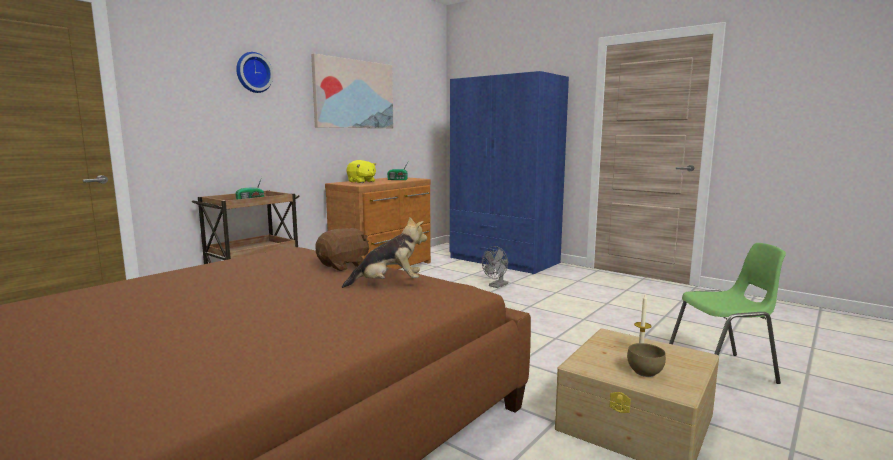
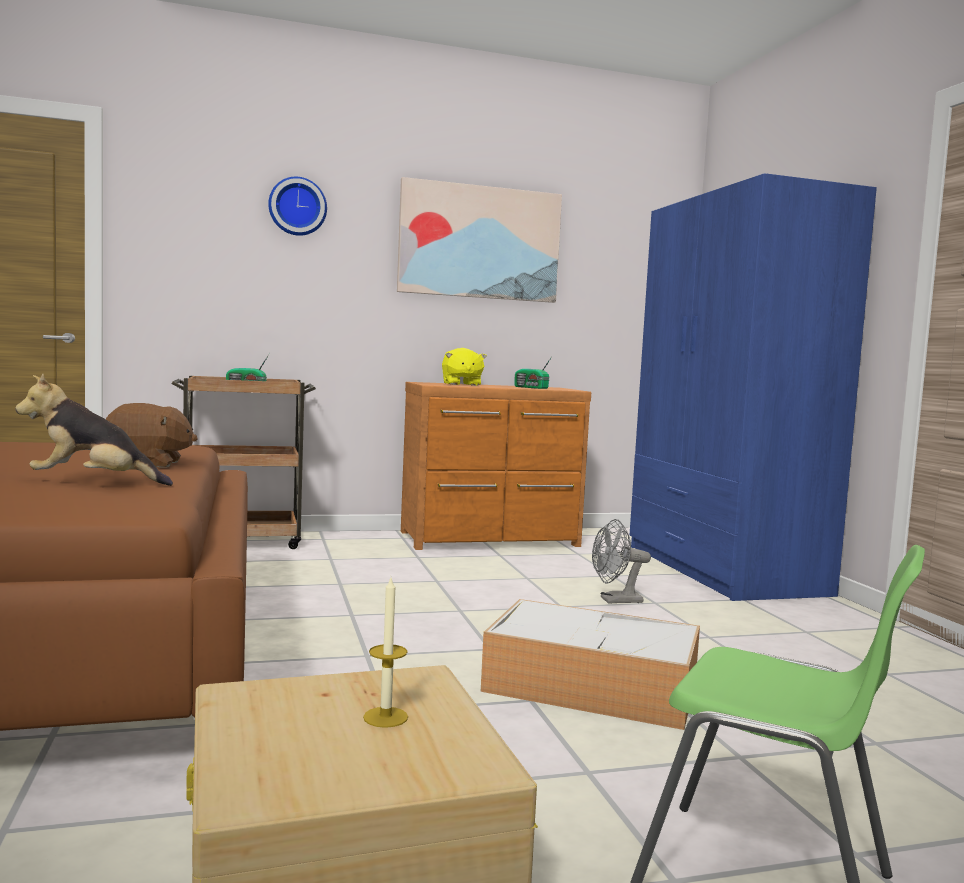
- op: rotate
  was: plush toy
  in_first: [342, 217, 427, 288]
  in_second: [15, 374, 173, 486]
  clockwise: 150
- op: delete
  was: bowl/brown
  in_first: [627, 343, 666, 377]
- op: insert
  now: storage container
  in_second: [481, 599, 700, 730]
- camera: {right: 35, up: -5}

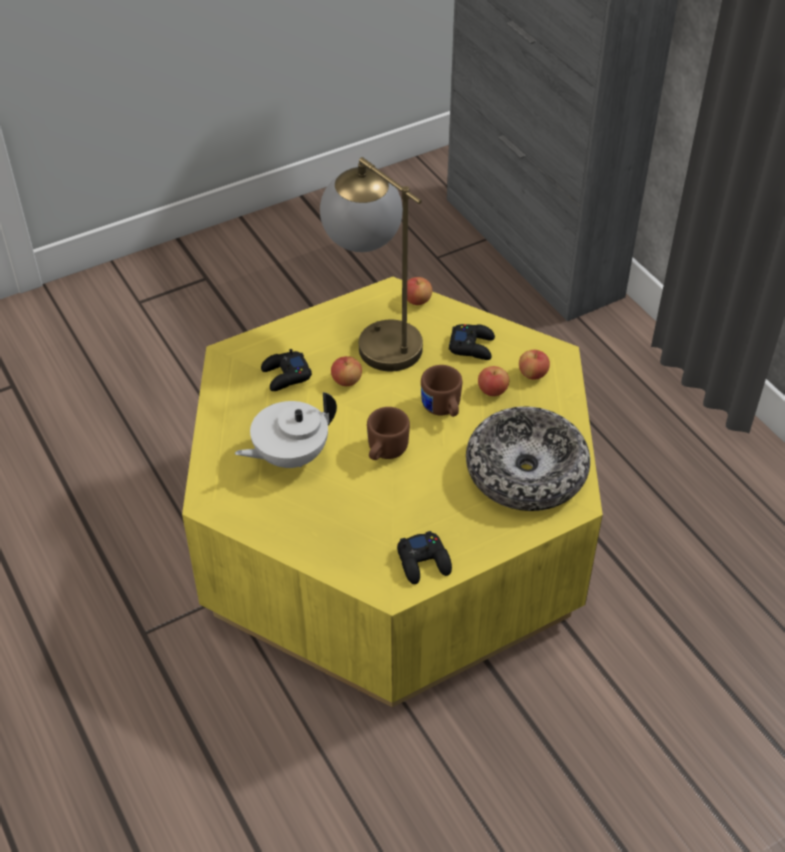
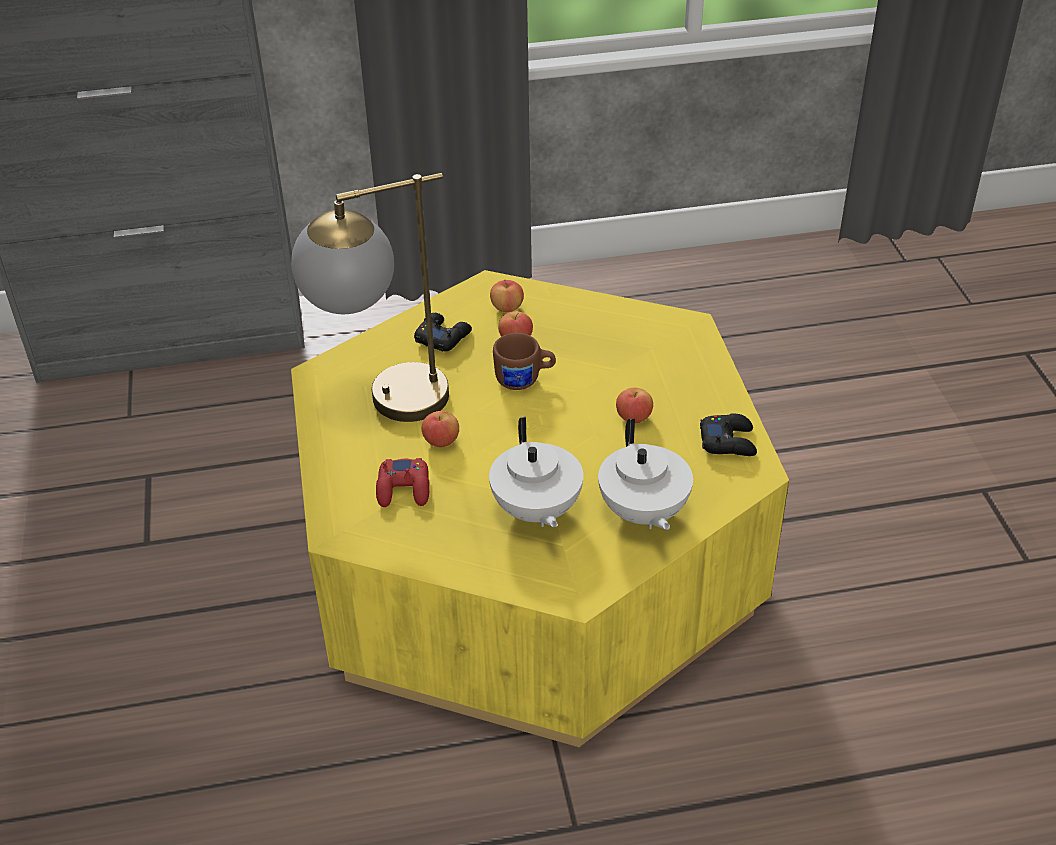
- op: recolor
  was: gamepad/black-coloured
  now: gamepad/red
  in_first: [261, 349, 312, 391]
  in_second: [376, 458, 430, 507]
- op: delete
  was: mug/brown
  in_first: [367, 407, 410, 460]
- op: move
  was: apple
  in_first: [407, 277, 432, 305]
  in_second: [616, 388, 653, 423]
- op: delete
  was: bowl
  in_first: [466, 406, 590, 511]
- op: insert
  now: tea pot/whitish
  in_second: [598, 418, 693, 530]
- camera: {right: -70, up: -5}

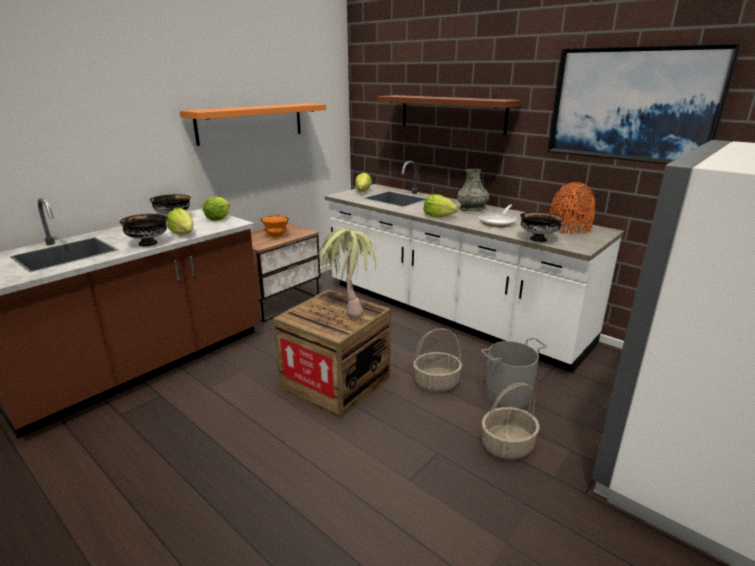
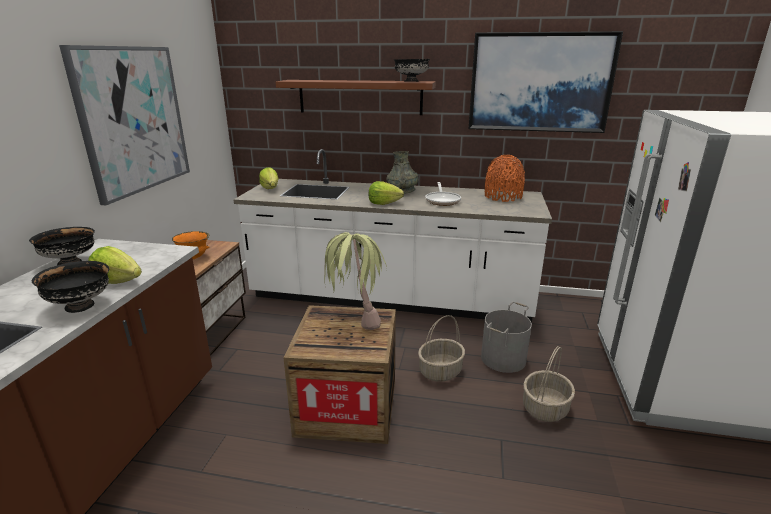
- op: replace
  was: bracket shelf/orangey
  now: picture
  in_first: [180, 103, 326, 146]
  in_second: [59, 45, 190, 205]
- op: delete
  was: lettuce
  in_first: [203, 197, 230, 221]
- op: move
  was: bowl/black-coloured
  in_first: [520, 212, 564, 242]
  in_second: [394, 59, 430, 82]
- camera: {right: -30, up: 0}

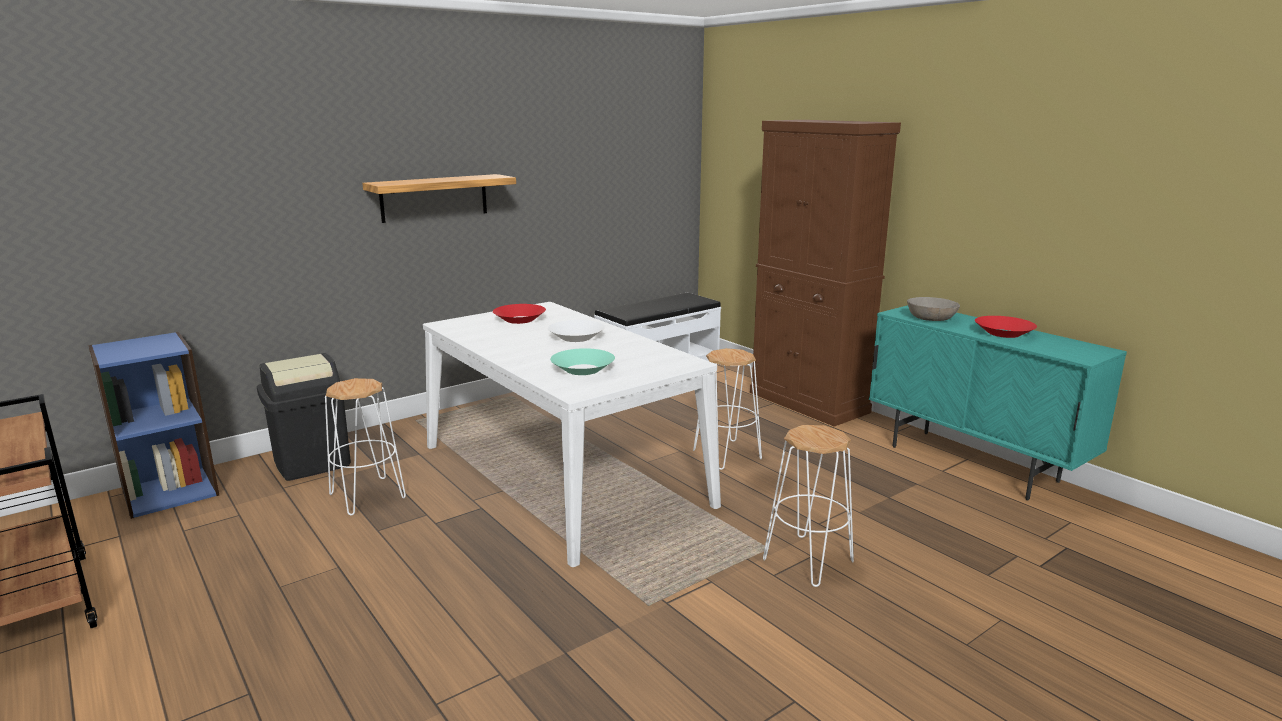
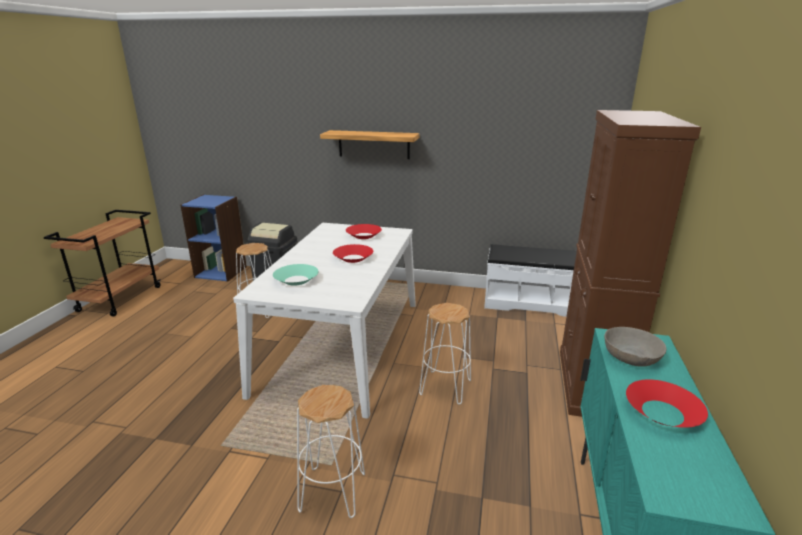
- op: recolor
  was: bowl/whitish
  now: bowl/red
  in_first: [548, 320, 605, 342]
  in_second: [333, 244, 373, 263]
- camera: {right: 50, up: 5}

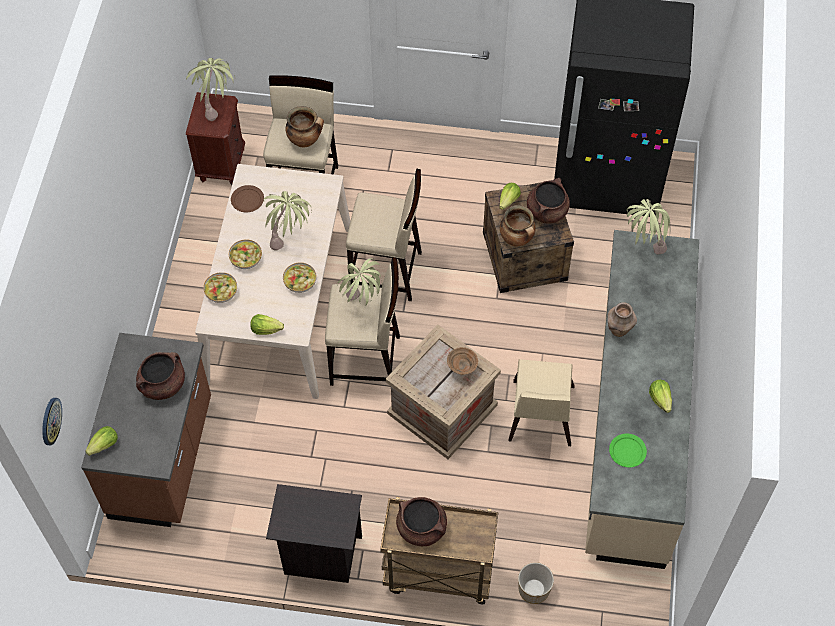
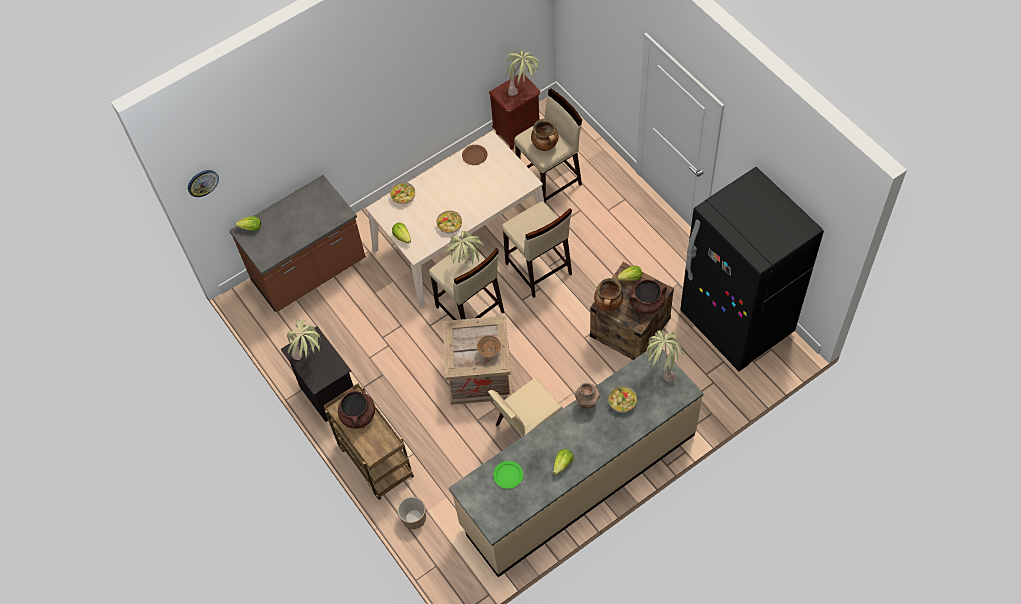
- op: delete
  was: saucepot/brown
  in_first: [136, 352, 185, 400]
- op: move
  was: bowl
  in_first: [229, 239, 262, 269]
  in_second: [608, 386, 637, 413]
- op: move
  was: potted plant
  in_first: [264, 191, 312, 251]
  in_second: [287, 320, 320, 360]
- camera: {right: 50, up: 0}

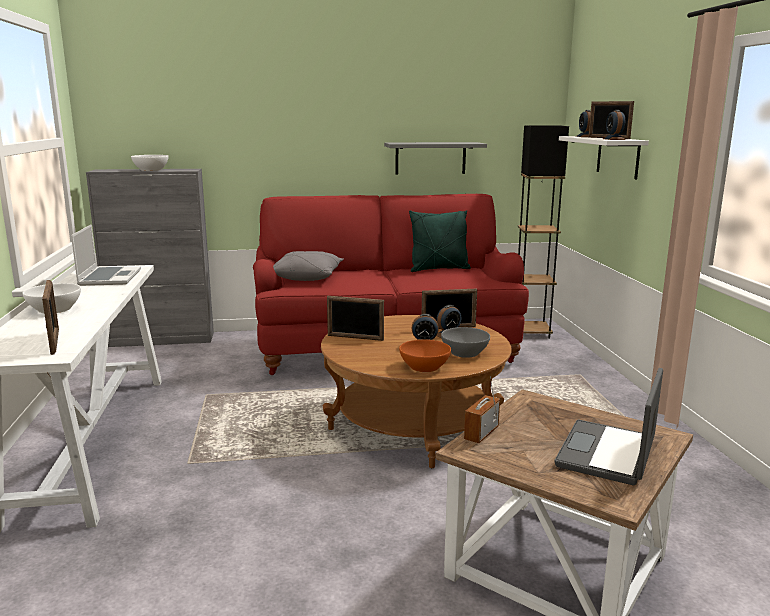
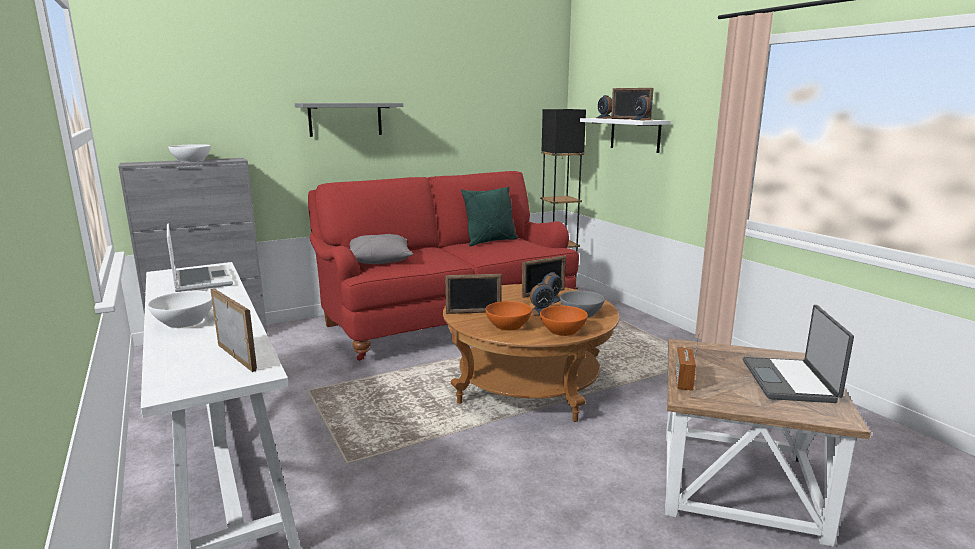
- op: move
  was: bracket shelf/gray
  in_first: [384, 142, 487, 174]
  in_second: [295, 103, 403, 137]
- op: insert
  now: bowl/orangey
  in_second: [485, 301, 532, 331]
- camera: {right: -20, up: 0}

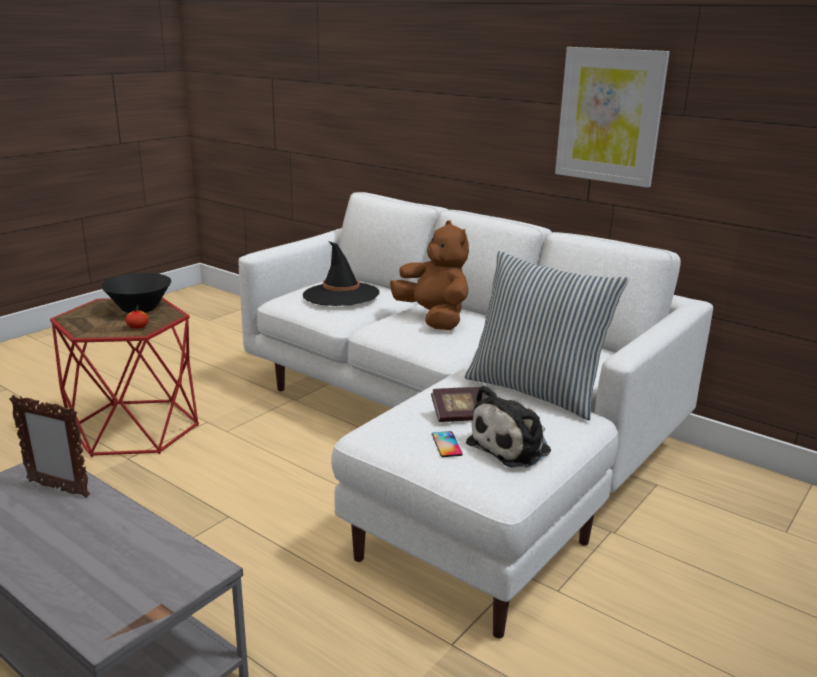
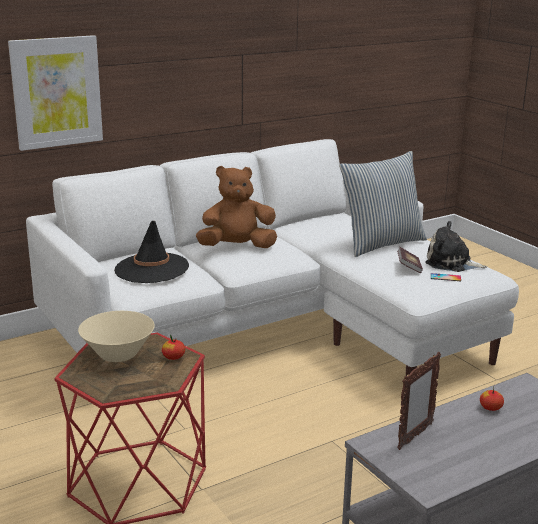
- op: recolor
  was: bowl/black-coloured
  now: bowl/beige-coloured
  in_first: [101, 273, 171, 313]
  in_second: [78, 311, 155, 362]
- op: rotate
  was: plush toy
  in_first: [466, 385, 551, 468]
  in_second: [425, 221, 487, 272]
  clockwise: 135
- op: move
  was: picture
  in_first: [555, 47, 670, 188]
  in_second: [8, 35, 103, 151]
- op: insert
  now: apple
  in_second: [480, 387, 504, 411]
- camera: {right: -70, up: 0}

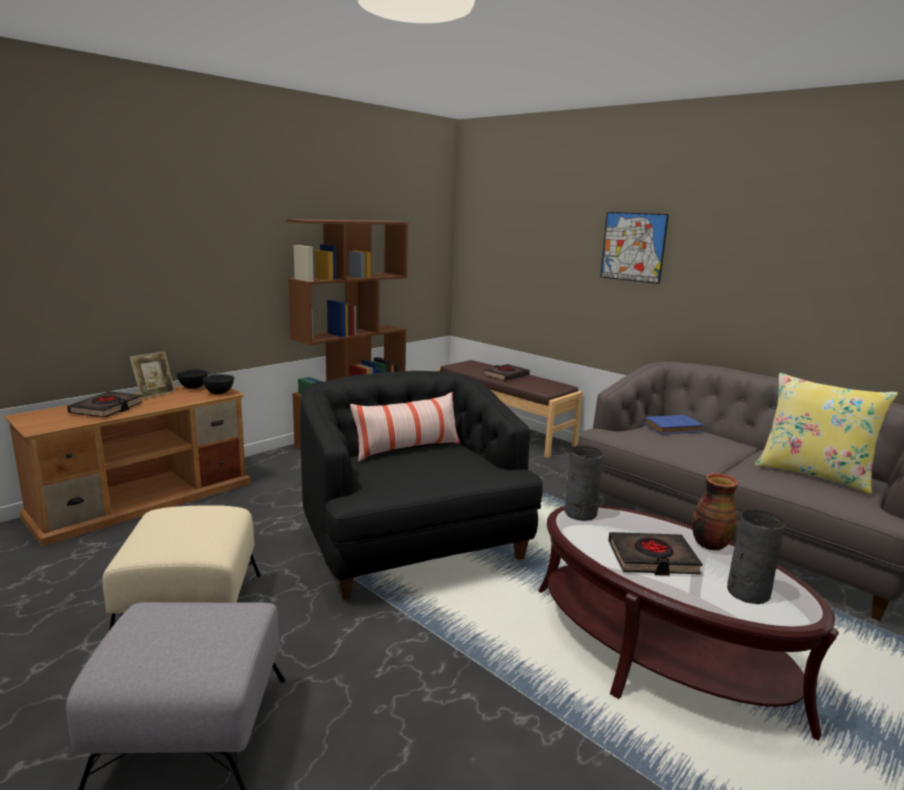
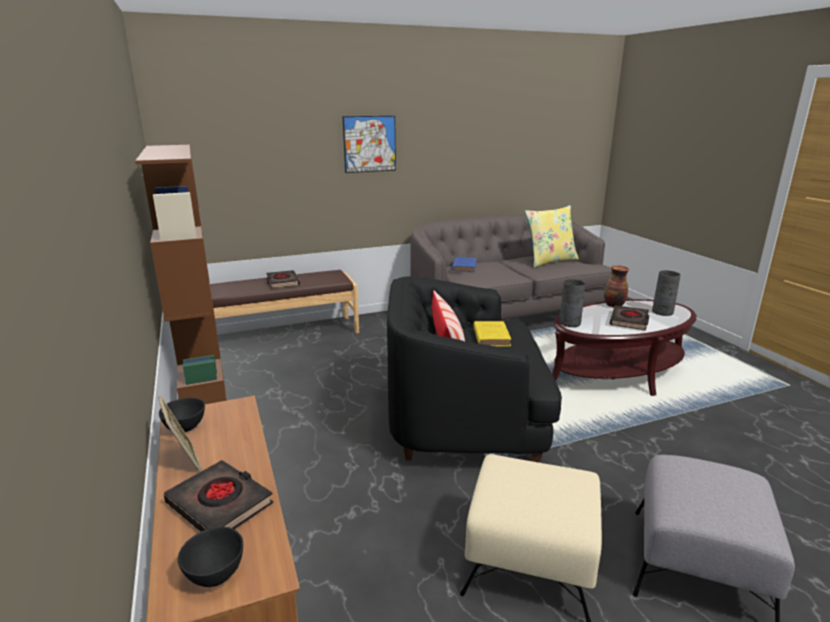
- op: move
  was: bowl/black-coloured
  in_first: [203, 374, 234, 394]
  in_second: [178, 527, 243, 587]
- op: insert
  now: book/yellow
  in_second: [473, 321, 511, 346]
- camera: {right: -65, up: 5}

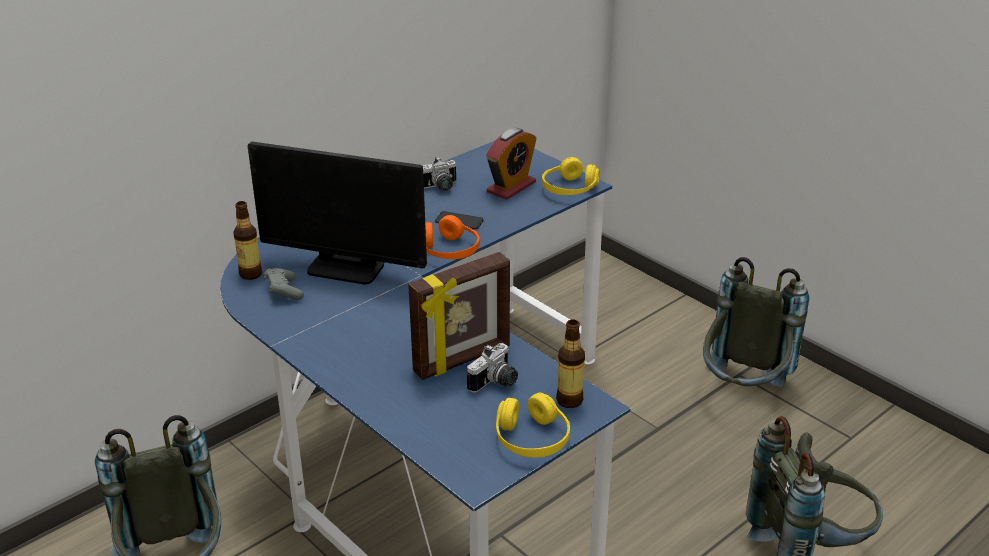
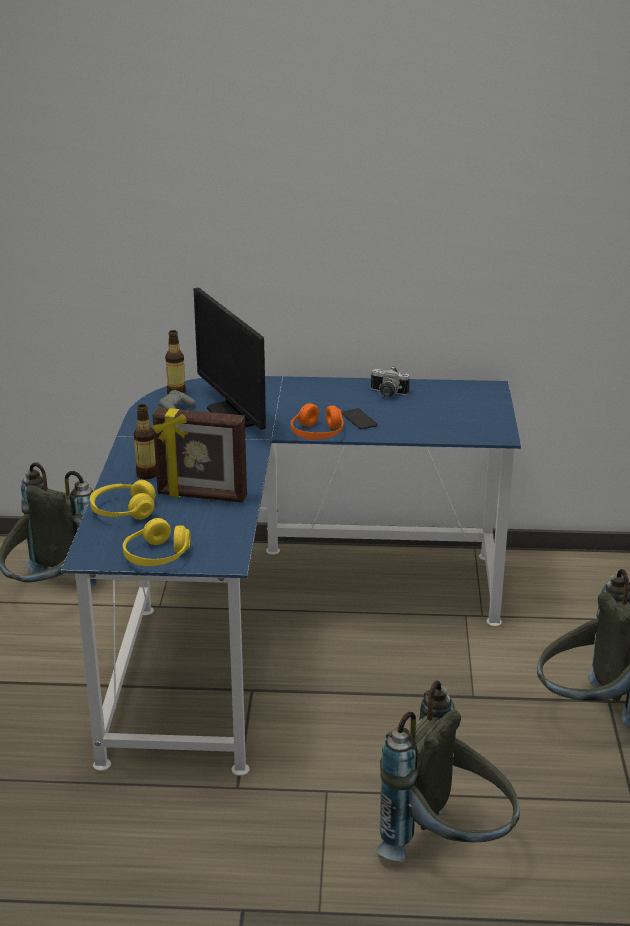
- op: delete
  was: still camera
  in_first: [467, 343, 518, 393]
- op: delete
  was: bedside clock
  in_first: [486, 128, 537, 200]
- op: move
  was: headphones/yellow
  in_first: [542, 157, 599, 195]
  in_second: [90, 480, 156, 520]
- op: move
  was: beverage bottle
  in_first: [556, 319, 585, 408]
  in_second: [134, 404, 156, 479]
- camera: {right: 45, up: -5}

